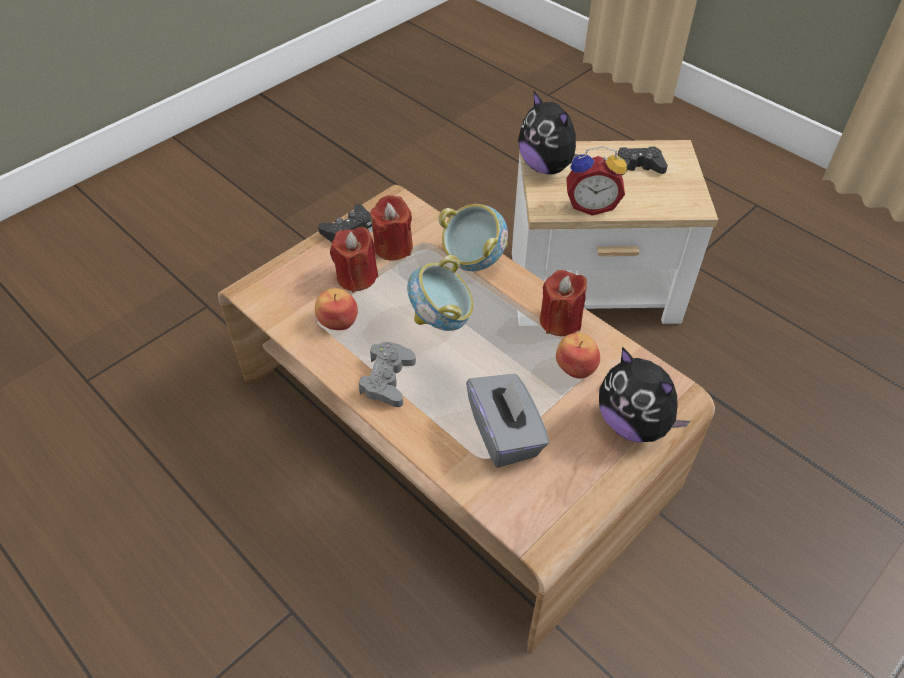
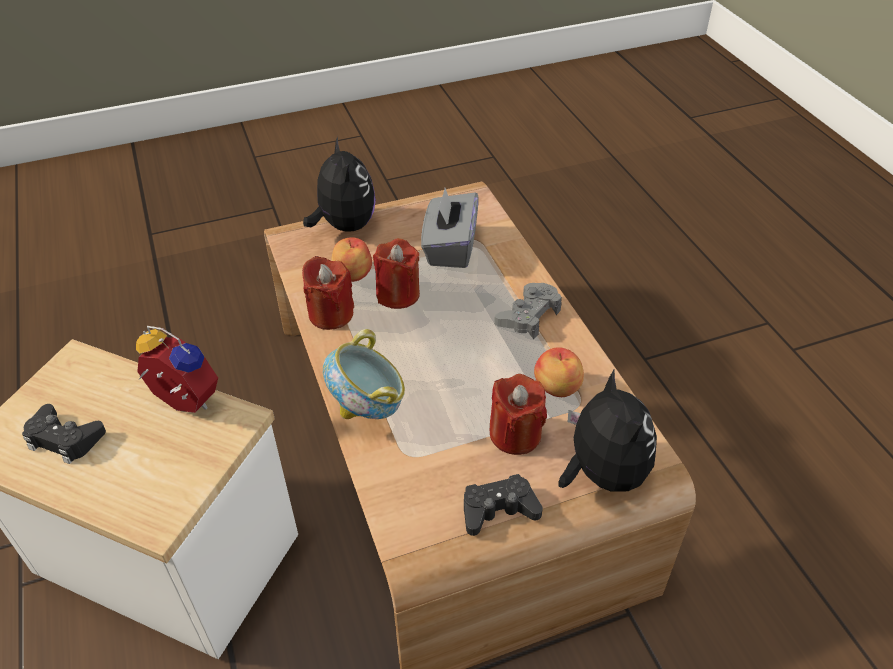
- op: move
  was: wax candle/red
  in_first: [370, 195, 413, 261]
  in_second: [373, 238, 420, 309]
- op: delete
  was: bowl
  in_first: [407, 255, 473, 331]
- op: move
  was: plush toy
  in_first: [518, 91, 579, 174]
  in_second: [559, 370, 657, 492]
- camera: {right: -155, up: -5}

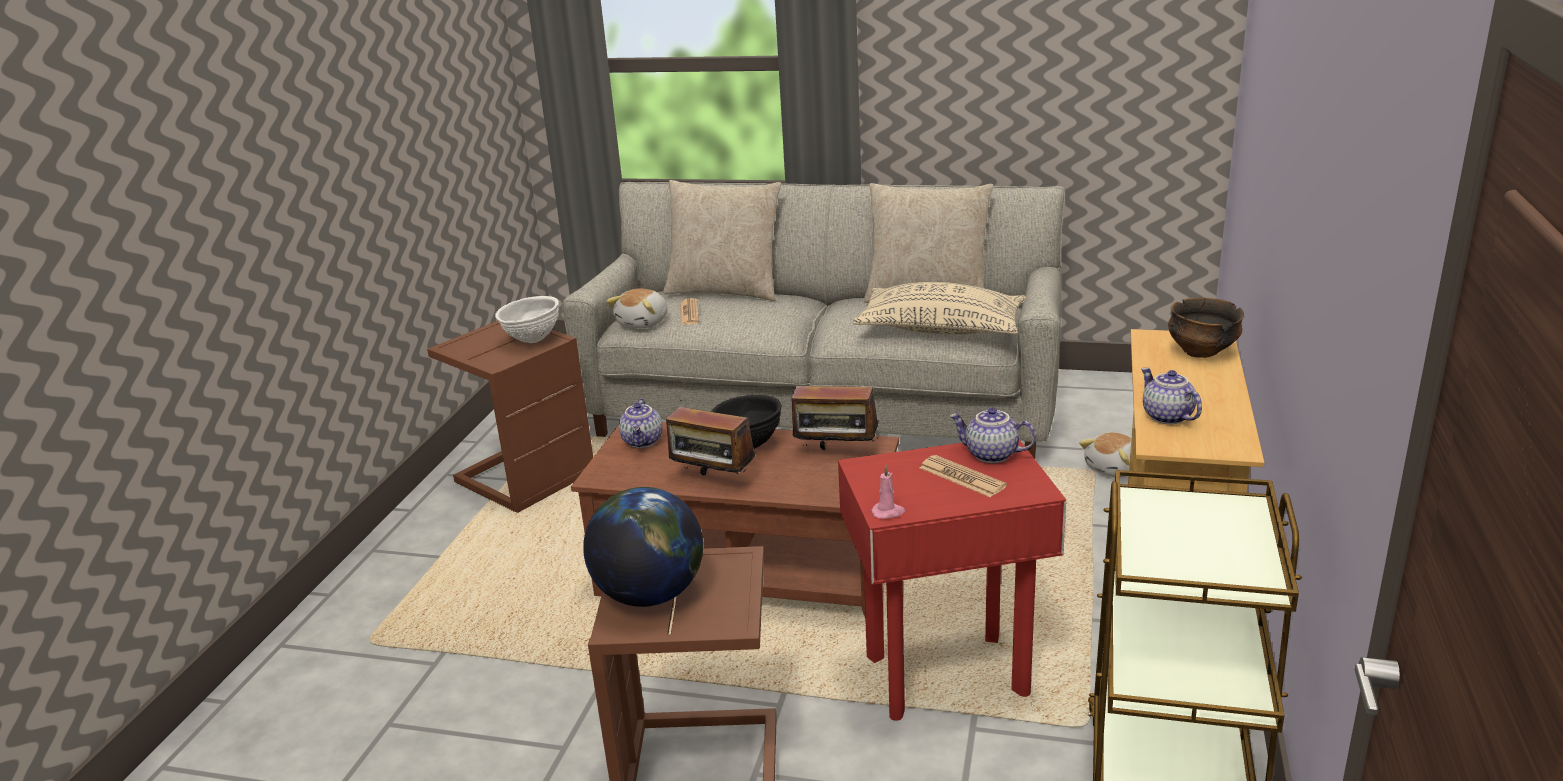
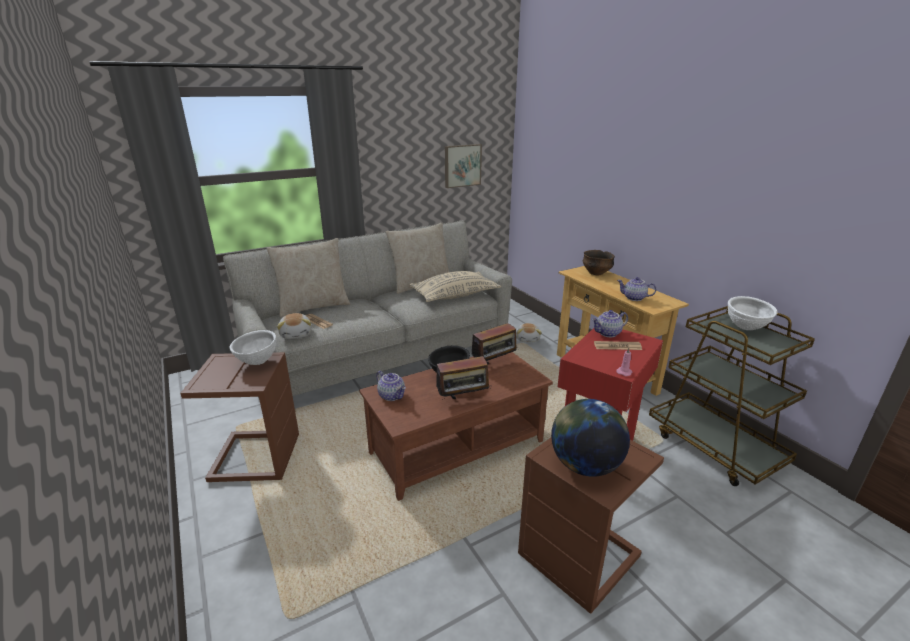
- op: insert
  now: picture
  in_second: [445, 144, 482, 188]
- op: insert
  now: bowl/whitish
  in_second: [728, 296, 778, 330]
- camera: {right: -45, up: 0}

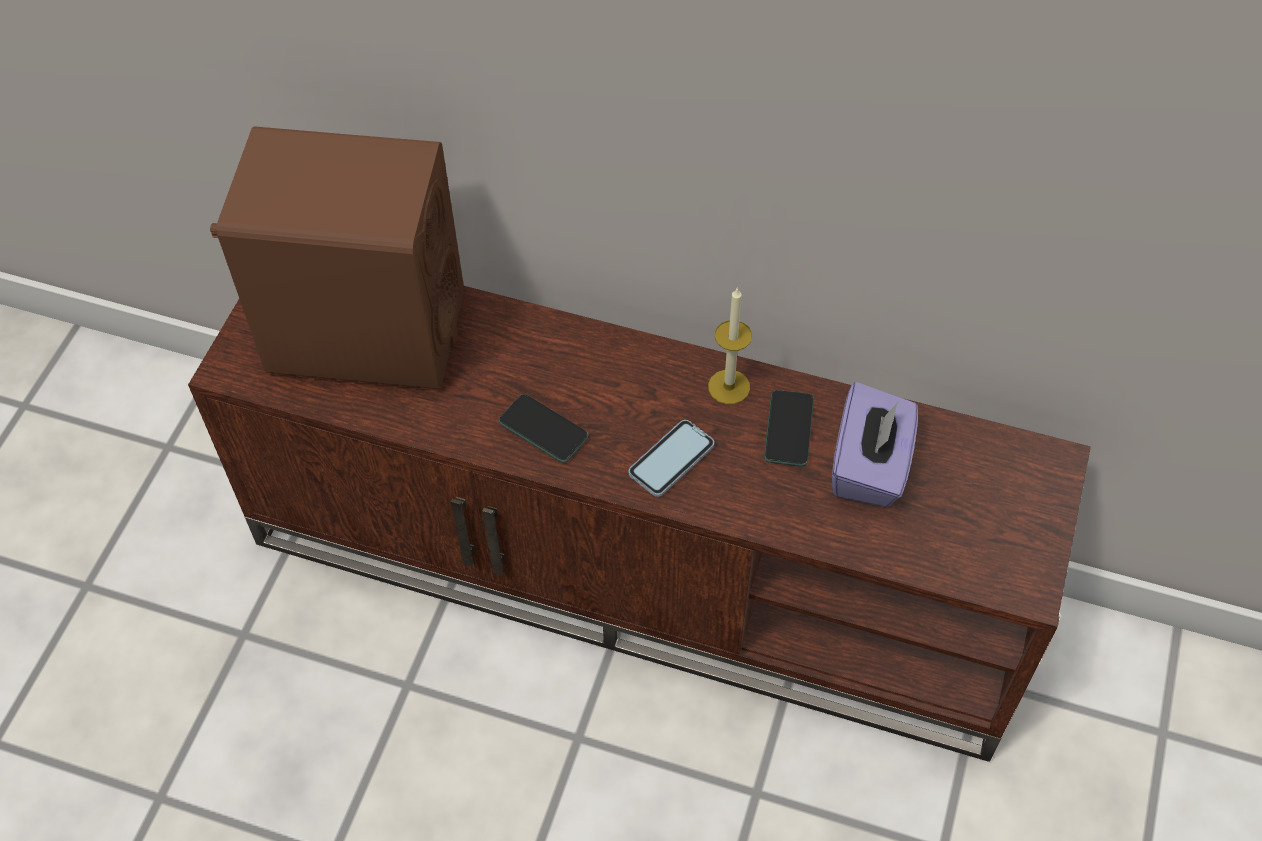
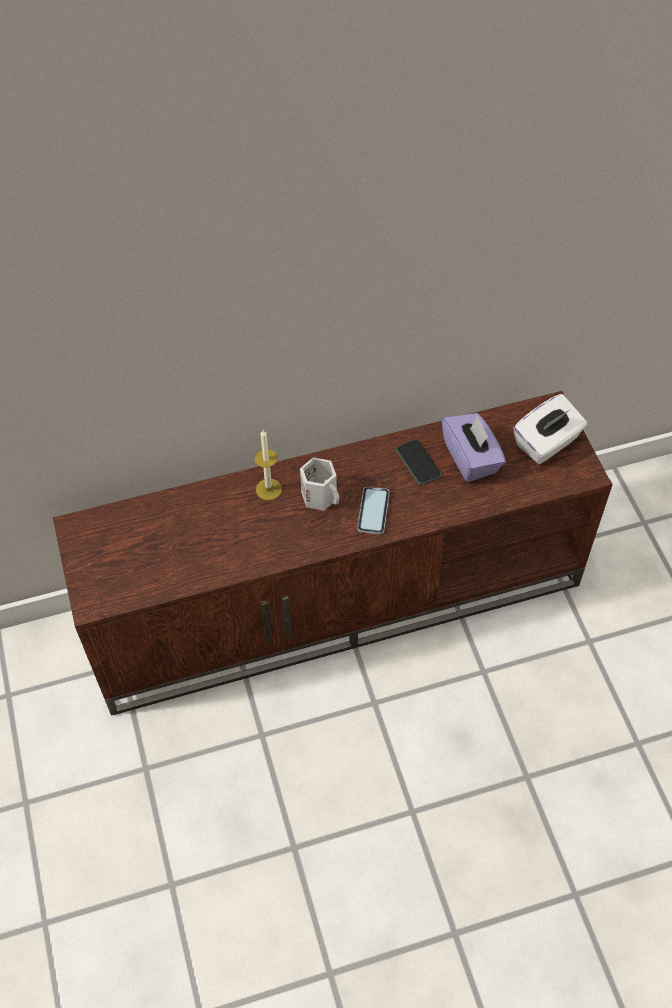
- op: delete
  was: audio speaker/brown
  in_first: [210, 126, 464, 389]
- op: delete
  was: handset
  in_first: [499, 394, 589, 463]
- op: move
  was: wax candle
  in_first: [708, 287, 752, 404]
  in_second: [254, 430, 282, 500]
- op: insert
  now: mug/whitish
  in_second: [300, 457, 339, 511]
- op: insert
  now: tissue box/whitish
  in_second: [514, 394, 587, 464]
- camera: {right: -35, up: 0}

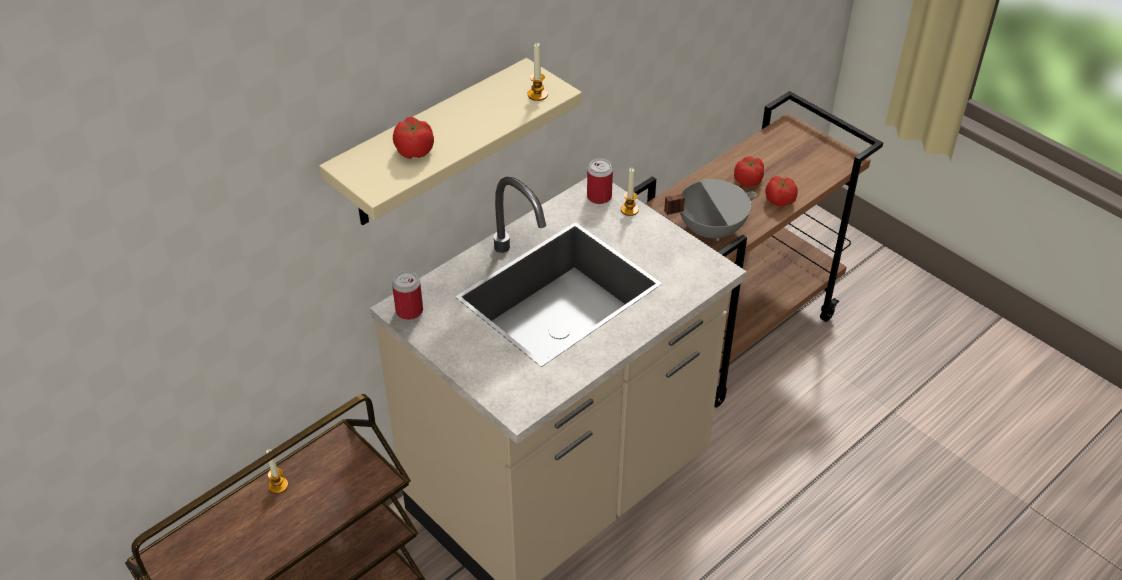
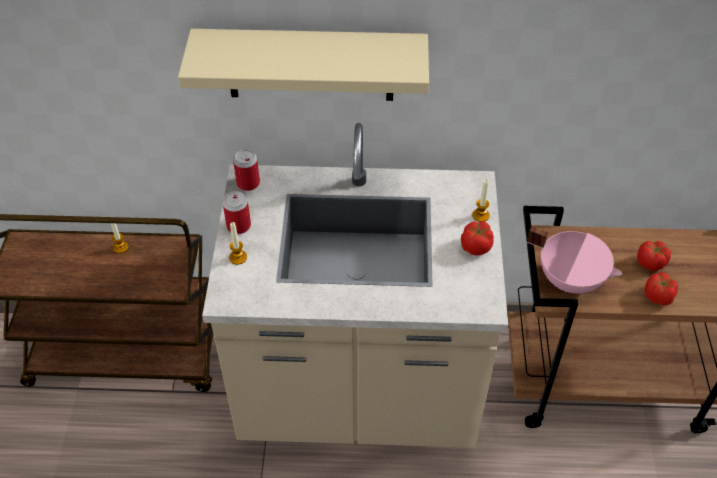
- op: move
  was: tomato
  in_first: [393, 117, 434, 159]
  in_second: [461, 221, 494, 256]
- op: move
  was: wax candle
  in_first: [528, 43, 548, 101]
  in_second: [229, 222, 247, 265]
- op: move
  was: metal can
  in_first: [587, 159, 613, 204]
  in_second: [223, 191, 251, 234]
- op: recolor
  was: saucepot/gray
  now: saucepot/pinkish
  in_first: [664, 179, 757, 241]
  in_second: [527, 226, 622, 294]
- camera: {right: 45, up: 5}

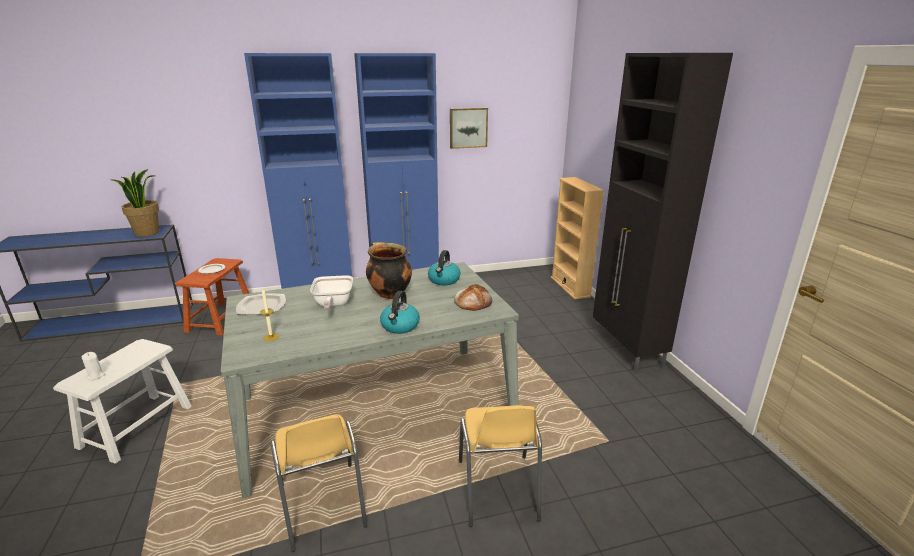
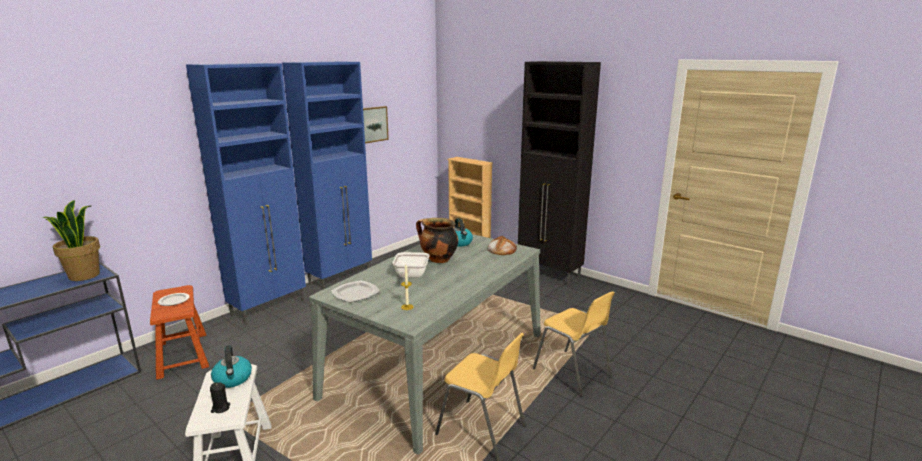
- op: recolor
  was: wax candle/whitish
  now: wax candle/black-coloured
  in_first: [82, 352, 105, 380]
  in_second: [210, 382, 230, 413]
- op: rotate
  was: skillet
  in_first: [310, 275, 353, 310]
  in_second: [393, 252, 430, 279]
  clockwise: 45
- op: move
  was: tea kettle
  in_first: [380, 291, 420, 334]
  in_second: [211, 345, 252, 388]
- camera: {right: -35, up: -5}

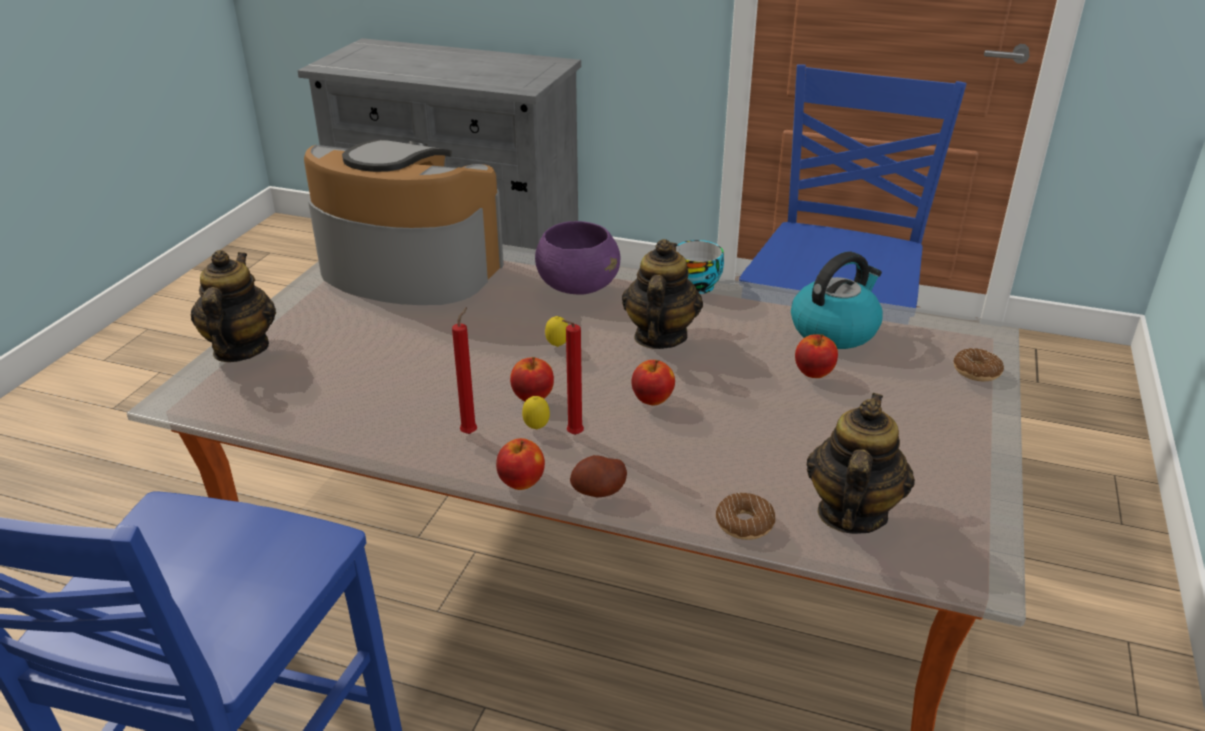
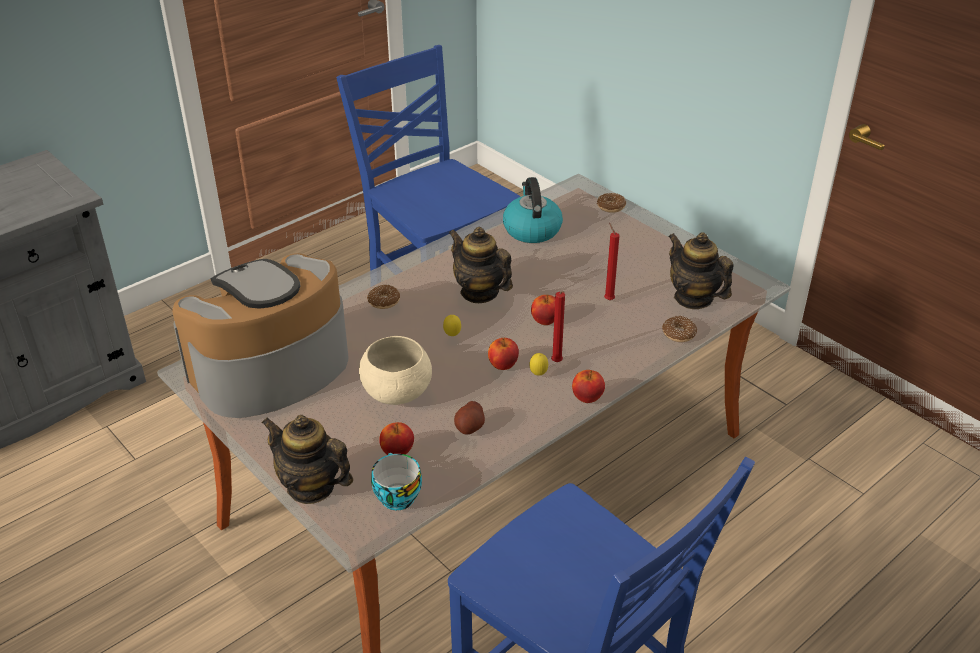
- op: move
  was: wax candle/red
  in_first: [452, 307, 477, 434]
  in_second: [604, 223, 620, 300]
- op: replace
  was: bowl/purplish
  now: donut
  in_first: [535, 221, 620, 295]
  in_second: [367, 285, 400, 309]
- op: move
  was: whole potato
  in_first: [570, 455, 627, 497]
  in_second: [454, 401, 485, 435]
- op: move
  was: cup
  in_first: [676, 240, 724, 294]
  in_second: [371, 453, 422, 510]
- op: move
  was: apple
  in_first: [795, 334, 838, 378]
  in_second: [379, 422, 414, 455]
- op: insert
  now: bowl/beige-coloured
  in_second: [359, 336, 432, 405]
- camera: {right: -60, up: 5}

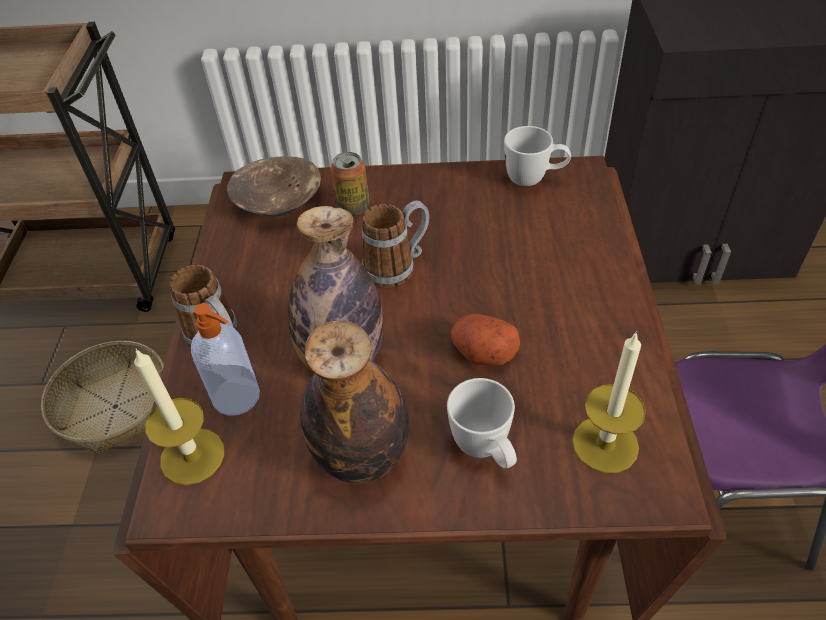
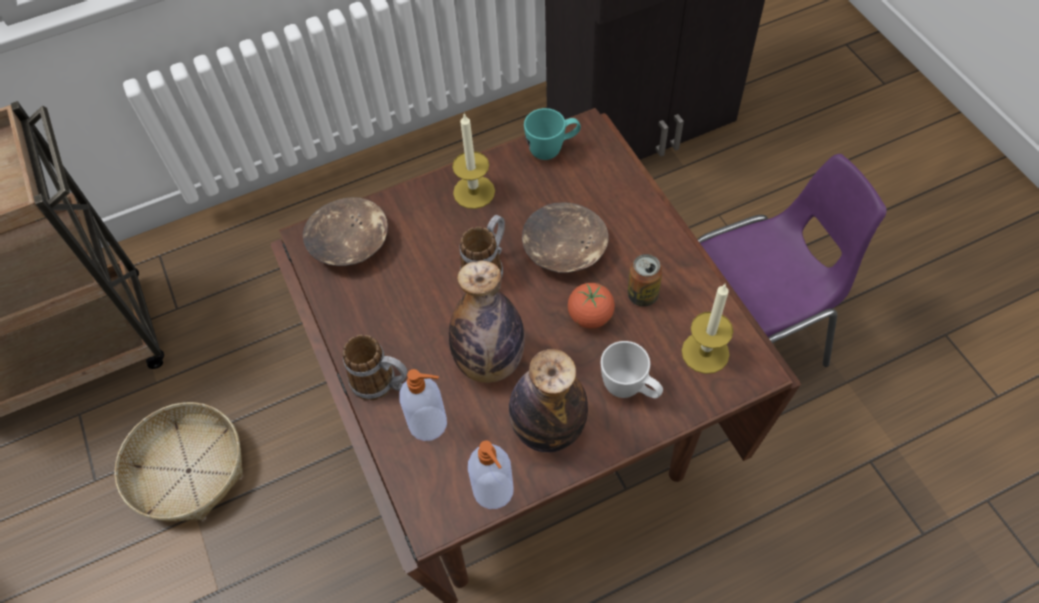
- op: move
  was: wax candle
  in_first: [134, 348, 224, 485]
  in_second: [452, 113, 495, 209]
- op: move
  was: metal can
  in_first: [331, 152, 370, 215]
  in_second: [627, 254, 663, 307]
- op: replace
  was: whole potato
  now: tomato
  in_first: [451, 313, 520, 366]
  in_second: [568, 283, 615, 328]
- op: recolor
  was: mug/whitish
  now: mug/turquoise
  in_first: [504, 126, 571, 186]
  in_second: [524, 108, 581, 160]
- op: insert
  now: soap bottle
  in_second: [468, 441, 513, 509]
- op: insert
  now: bowl/brown
  in_second: [522, 203, 609, 273]
- camera: {right: -25, up: 10}

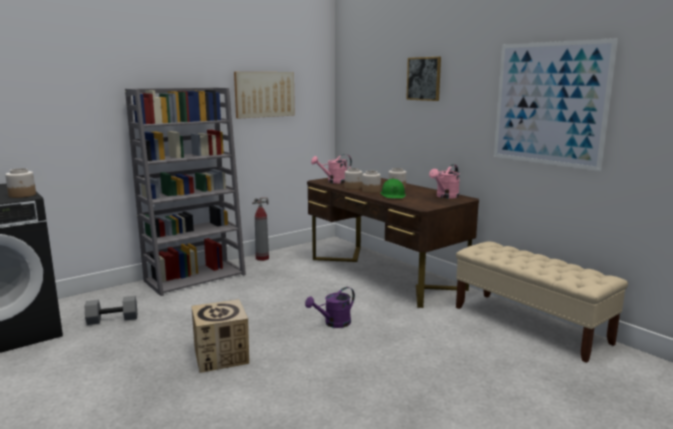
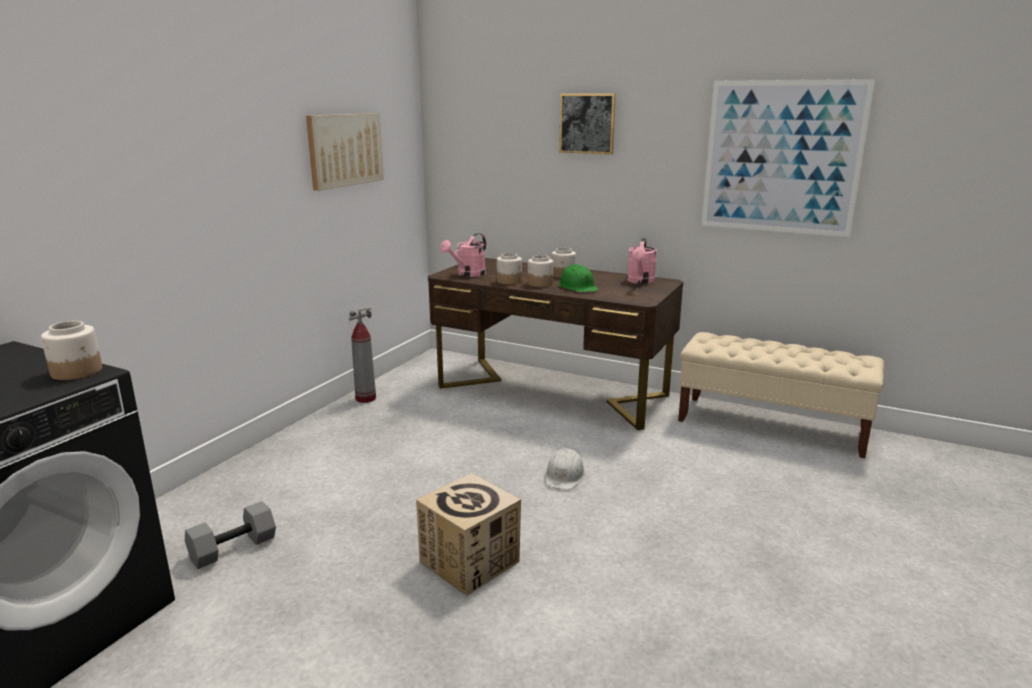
- op: delete
  was: shelving unit/gray
  in_first: [125, 88, 246, 296]
- op: replace
  was: sprinkling can/purplish
  now: work helmet/whitish
  in_first: [305, 287, 355, 328]
  in_second: [545, 448, 585, 490]
- camera: {right: -25, up: 5}

